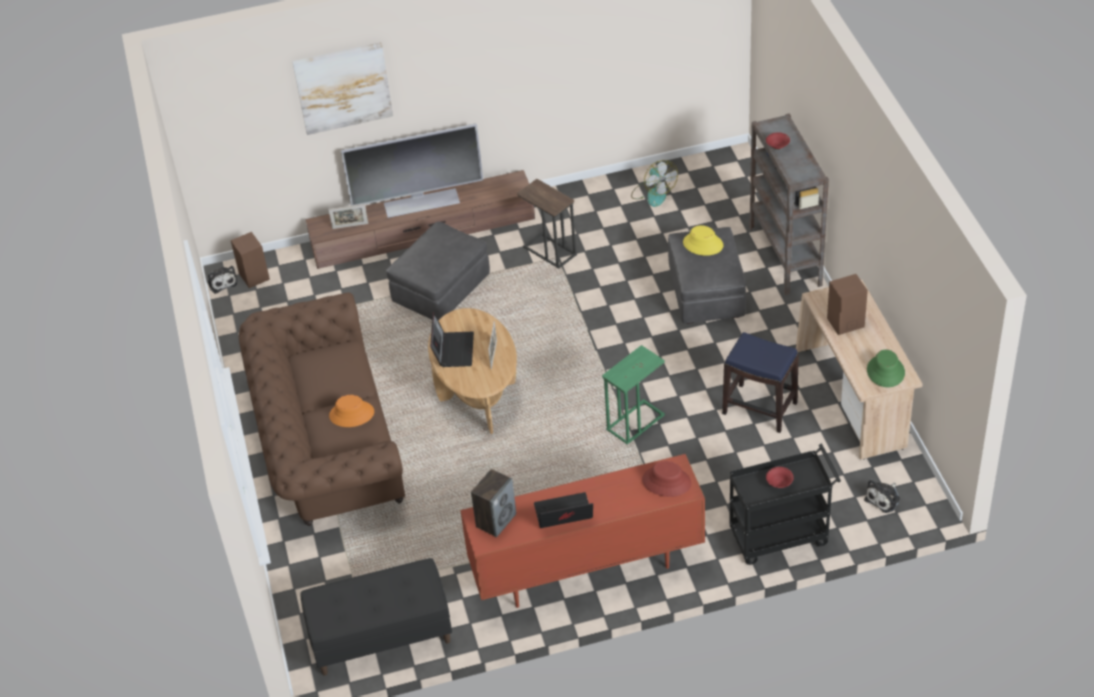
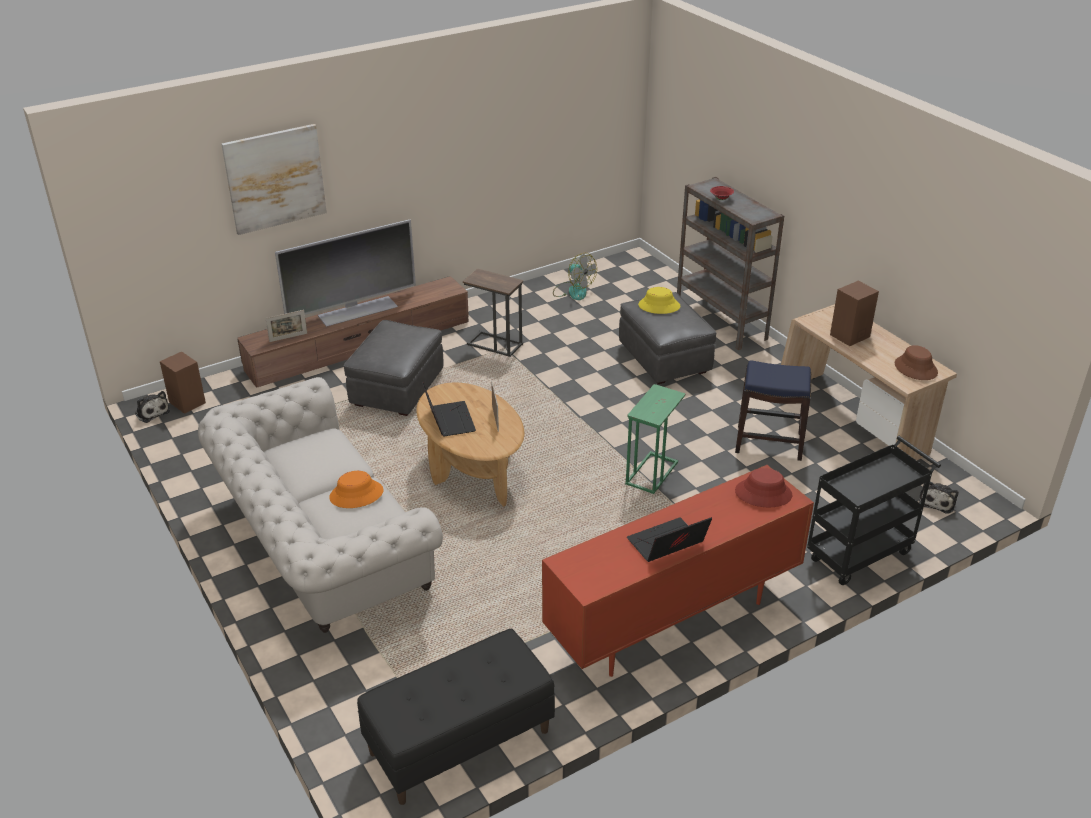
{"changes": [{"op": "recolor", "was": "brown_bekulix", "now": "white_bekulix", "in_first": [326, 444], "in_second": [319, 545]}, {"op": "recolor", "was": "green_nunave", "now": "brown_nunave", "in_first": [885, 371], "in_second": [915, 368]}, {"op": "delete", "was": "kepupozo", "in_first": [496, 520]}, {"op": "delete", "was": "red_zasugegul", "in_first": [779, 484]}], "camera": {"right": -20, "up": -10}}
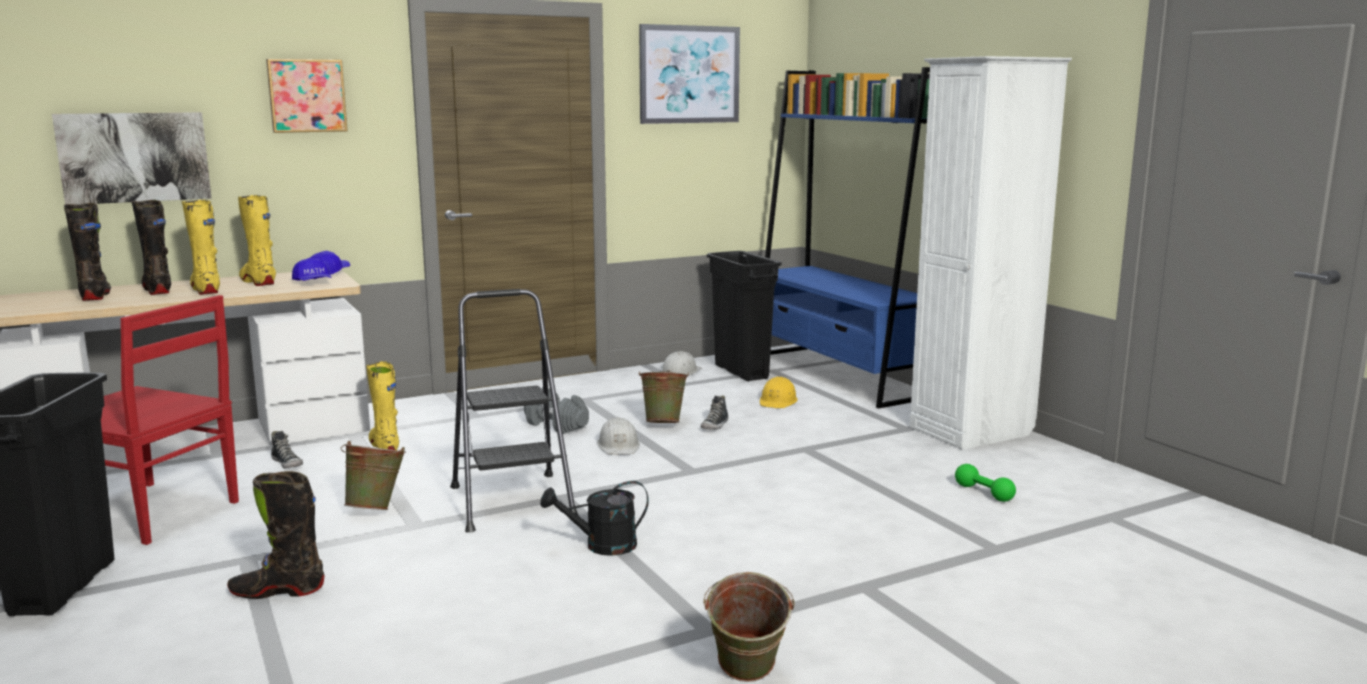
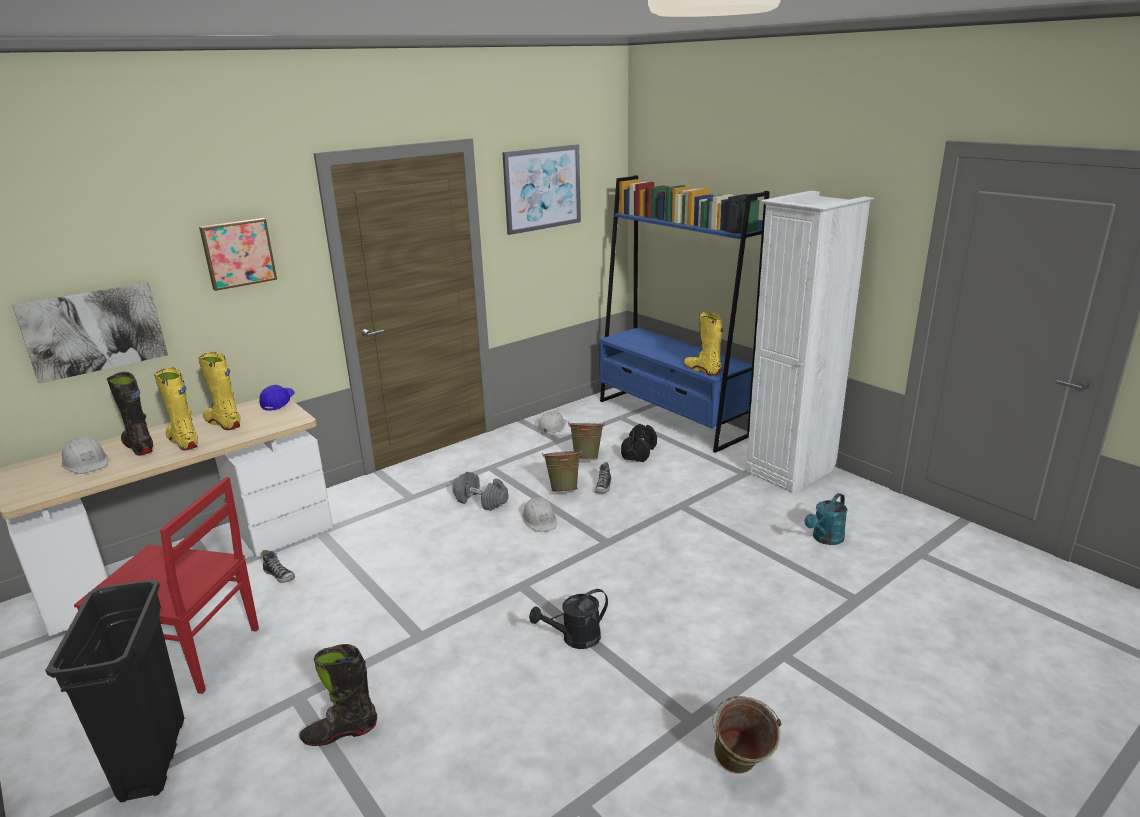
{"changes": [{"op": "replace", "was": "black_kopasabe", "now": "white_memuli", "in_first": [95, 296], "in_second": [86, 462]}, {"op": "move", "was": "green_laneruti", "in_first": [376, 508], "in_second": [587, 457]}, {"op": "replace", "was": "yellow_memuli", "now": "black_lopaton", "in_first": [778, 401], "in_second": [639, 453]}, {"op": "move", "was": "yellow_kopasabe", "in_first": [384, 447], "in_second": [702, 370]}, {"op": "replace", "was": "green_lopaton", "now": "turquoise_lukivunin", "in_first": [983, 493], "in_second": [825, 539]}, {"op": "delete", "was": "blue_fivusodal", "in_first": [313, 283]}, {"op": "delete", "was": "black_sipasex", "in_first": [511, 499]}, {"op": "delete", "was": "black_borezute", "in_first": [741, 372]}], "camera": {"right": -10, "up": 10}}
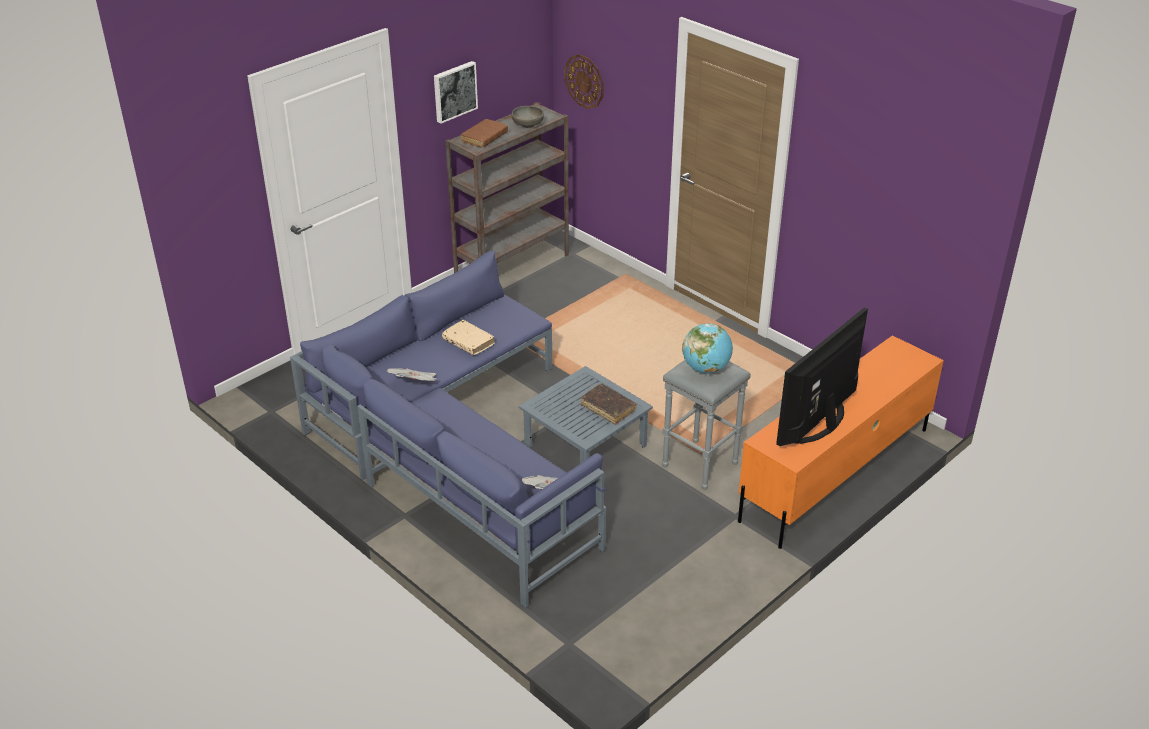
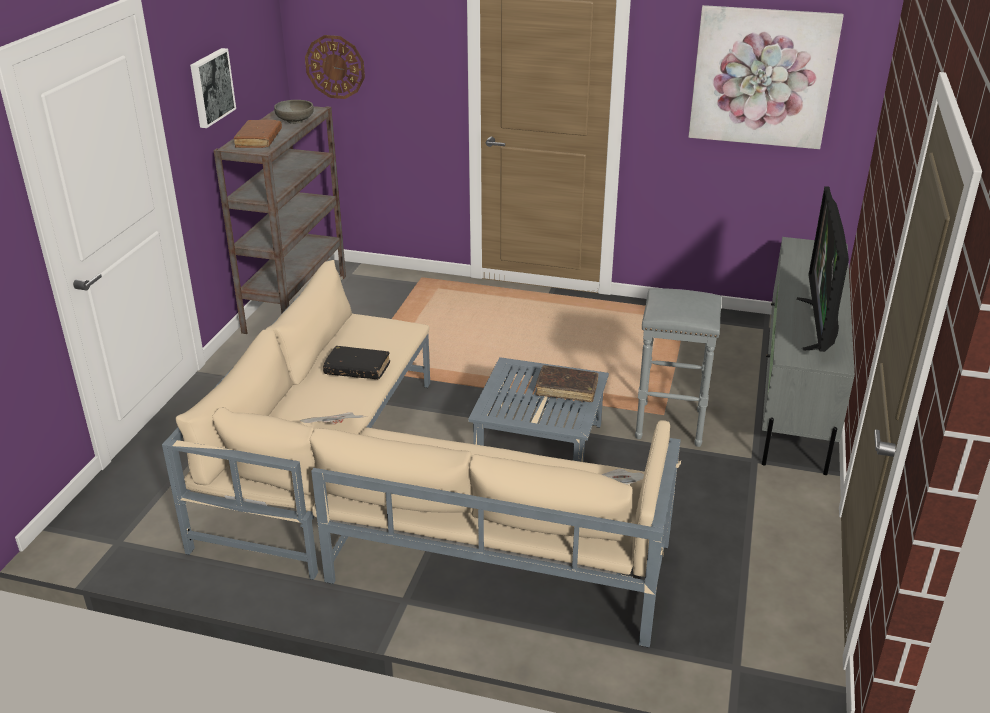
{"changes": [{"op": "recolor", "was": "blue_bekulix", "now": "beige_bekulix", "in_first": [475, 450], "in_second": [422, 494]}, {"op": "recolor", "was": "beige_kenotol", "now": "black_kenotol", "in_first": [468, 342], "in_second": [357, 369]}, {"op": "insert", "now": "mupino", "in_second": [762, 77]}, {"op": "recolor", "was": "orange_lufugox", "now": "grey_lufugox", "in_first": [834, 474], "in_second": [796, 390]}, {"op": "delete", "was": "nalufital", "in_first": [706, 369]}], "camera": {"right": -30, "up": -5}}
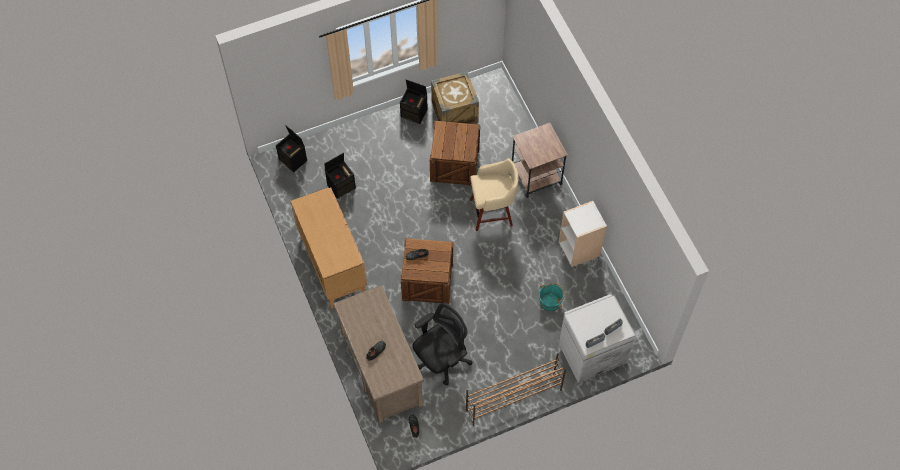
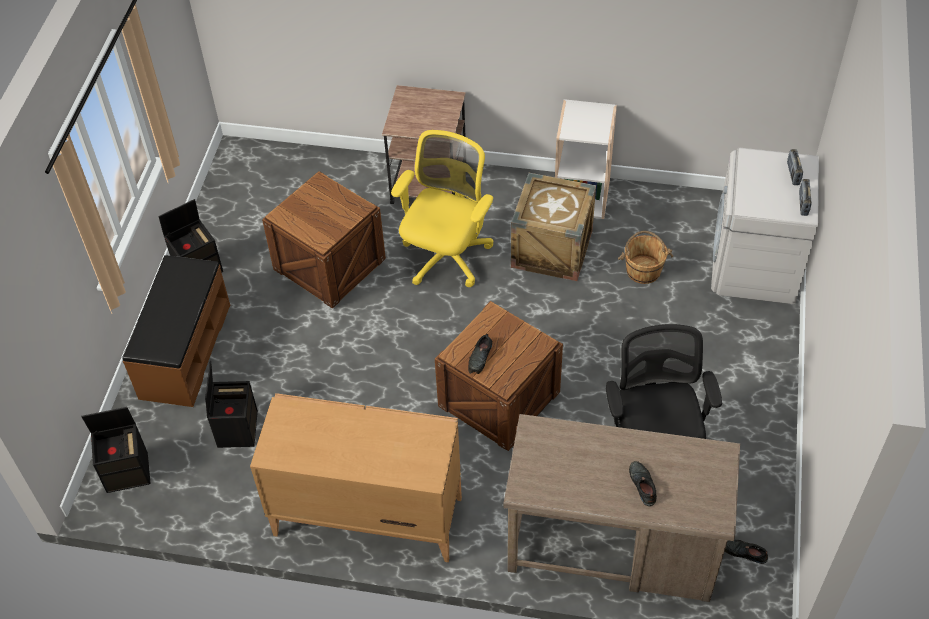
{"changes": [{"op": "insert", "now": "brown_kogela", "in_second": [184, 351]}, {"op": "replace", "was": "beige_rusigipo", "now": "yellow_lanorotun", "in_first": [493, 212], "in_second": [446, 261]}, {"op": "move", "was": "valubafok", "in_first": [454, 112], "in_second": [552, 249]}, {"op": "recolor", "was": "turquoise_laneruti", "now": "brown_laneruti", "in_first": [550, 302], "in_second": [643, 270]}, {"op": "delete", "was": "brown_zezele", "in_first": [513, 399]}], "camera": {"right": -55, "up": -10}}
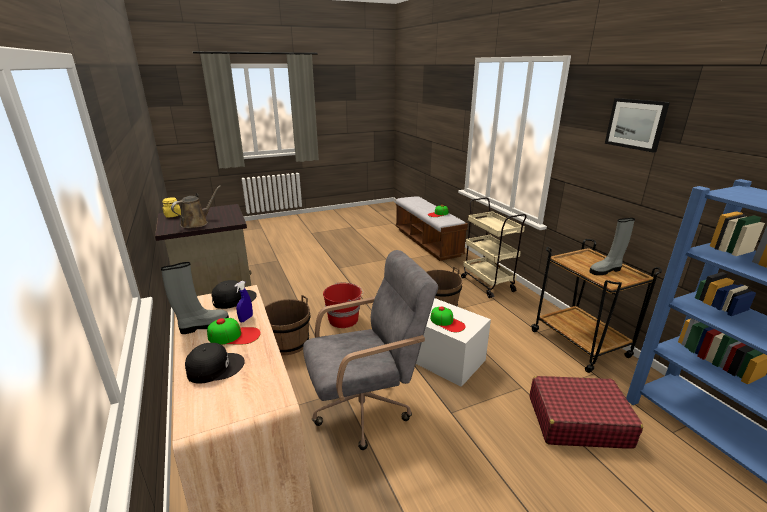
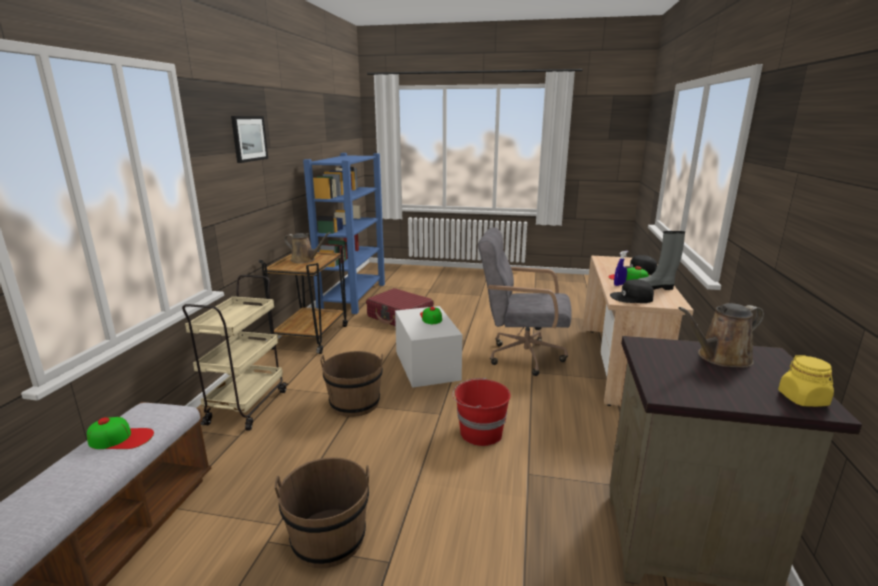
{"changes": [{"op": "move", "was": "brown_laneruti", "in_first": [288, 343], "in_second": [328, 538]}, {"op": "replace", "was": "grey_kopasabe", "now": "brown_lukivunin", "in_first": [606, 270], "in_second": [305, 260]}], "camera": {"right": -145, "up": -5}}
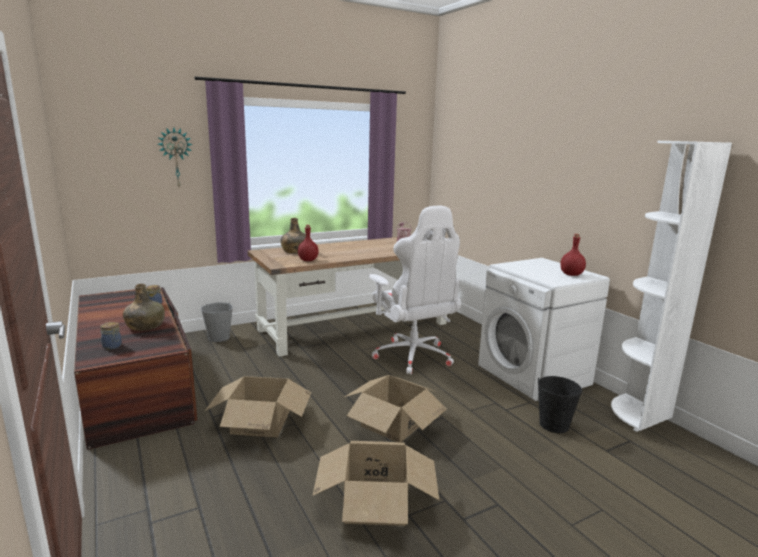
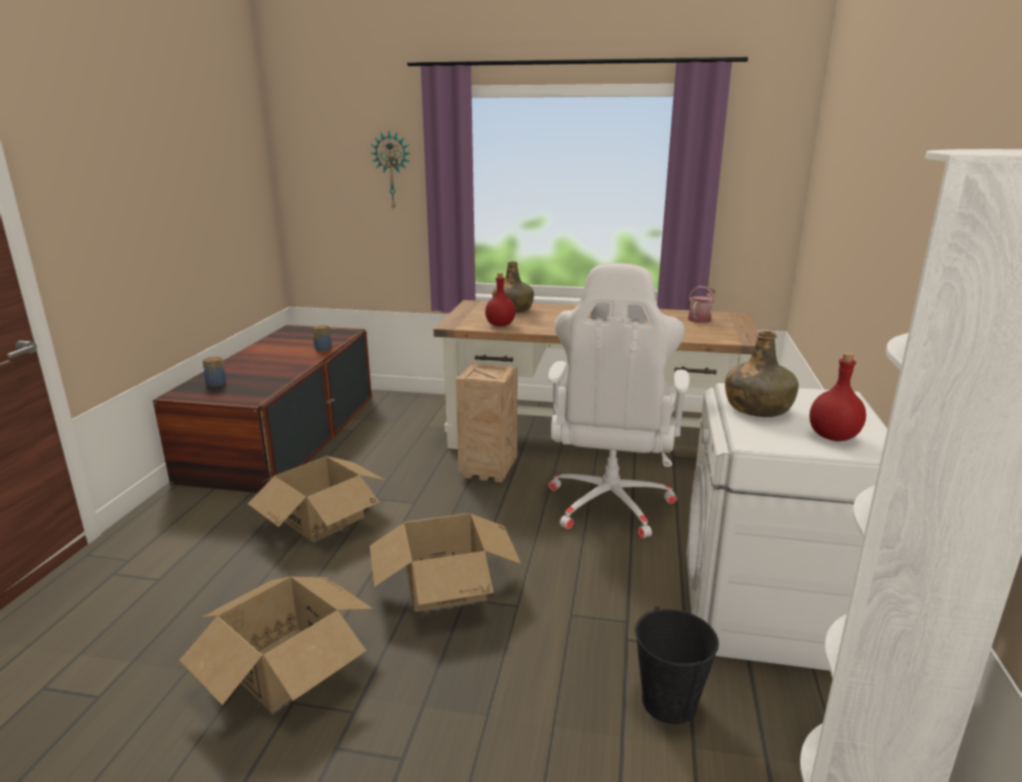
{"changes": [{"op": "insert", "now": "valubafok", "in_second": [489, 470]}, {"op": "move", "was": "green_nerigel", "in_first": [145, 326], "in_second": [757, 409]}, {"op": "delete", "was": "grey_laneruti", "in_first": [219, 337]}], "camera": {"right": 40, "up": 5}}
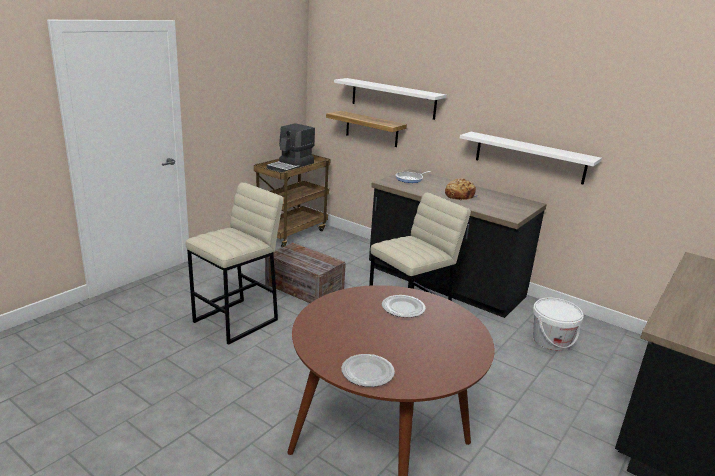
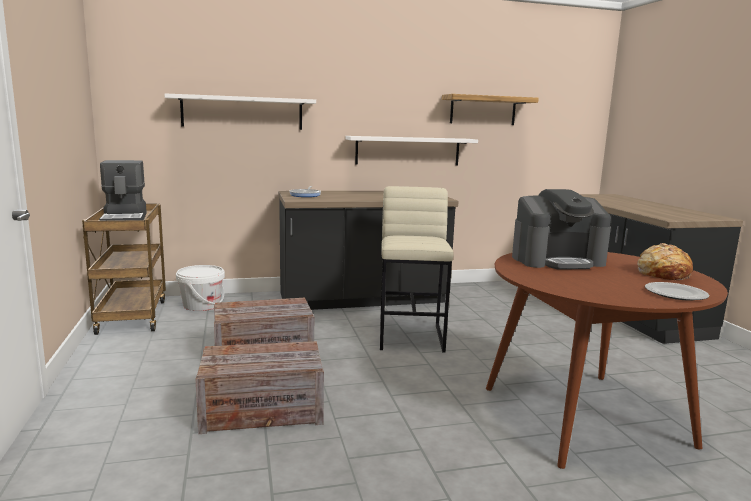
{"changes": [{"op": "move", "was": "white_laneruti", "in_first": [551, 340], "in_second": [202, 305]}, {"op": "replace", "was": "beige_rusigipo", "now": "valubafok", "in_first": [237, 320], "in_second": [263, 410]}, {"op": "move", "was": "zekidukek", "in_first": [371, 129], "in_second": [483, 110]}, {"op": "replace", "was": "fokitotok", "now": "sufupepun", "in_first": [404, 308], "in_second": [557, 260]}, {"op": "move", "was": "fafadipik", "in_first": [459, 195], "in_second": [663, 273]}], "camera": {"right": -50, "up": -10}}
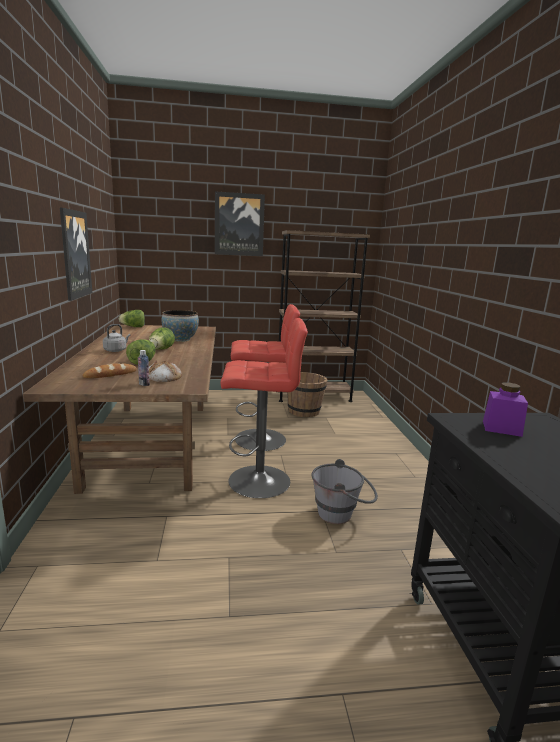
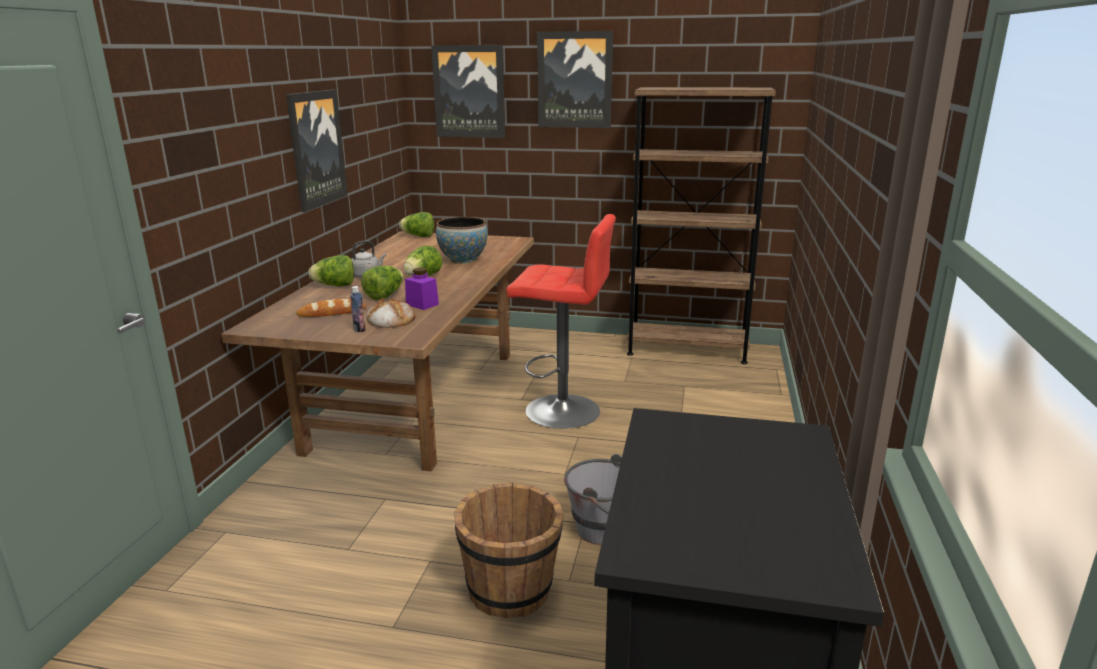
{"changes": [{"op": "insert", "now": "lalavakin", "in_second": [335, 286]}, {"op": "move", "was": "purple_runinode", "in_first": [501, 428], "in_second": [422, 304]}, {"op": "insert", "now": "mupino", "in_second": [469, 92]}, {"op": "move", "was": "brown_laneruti", "in_first": [304, 411], "in_second": [511, 590]}, {"op": "delete", "was": "red_rusigipo", "in_first": [260, 481]}], "camera": {"right": 20, "up": 5}}
